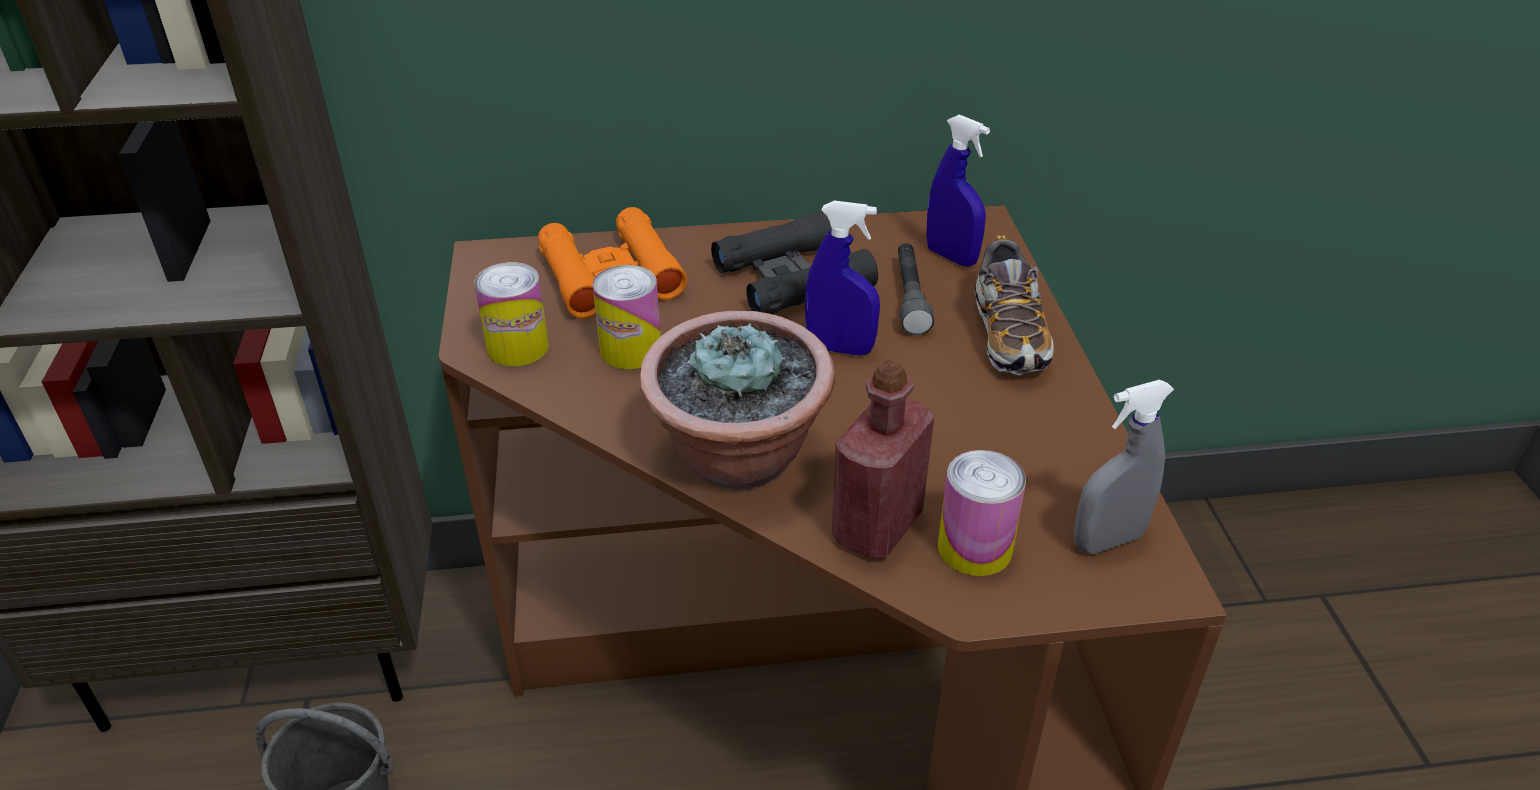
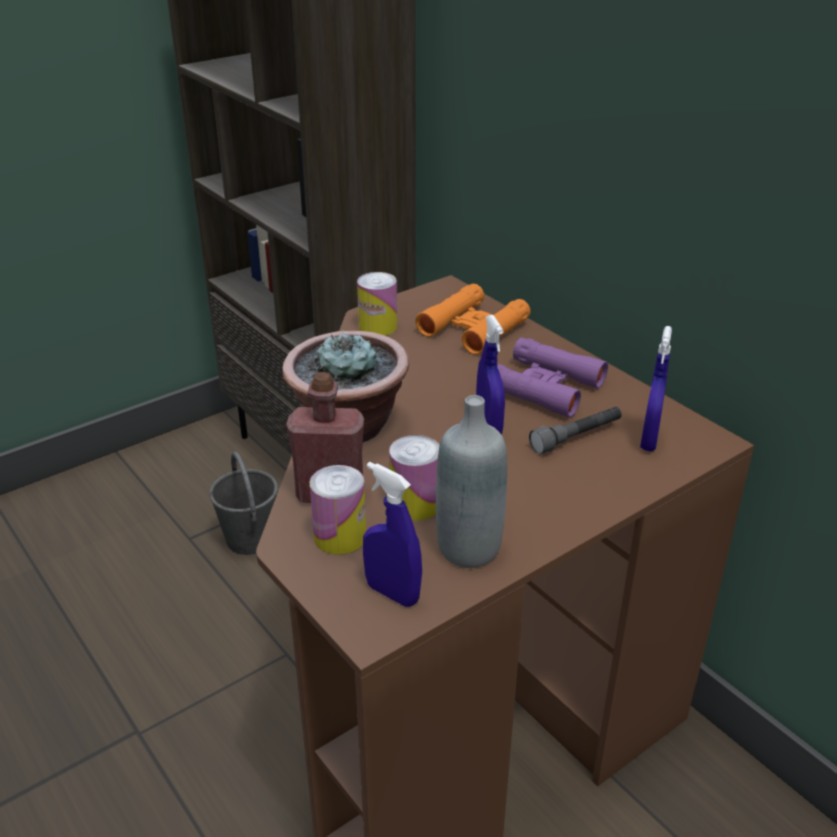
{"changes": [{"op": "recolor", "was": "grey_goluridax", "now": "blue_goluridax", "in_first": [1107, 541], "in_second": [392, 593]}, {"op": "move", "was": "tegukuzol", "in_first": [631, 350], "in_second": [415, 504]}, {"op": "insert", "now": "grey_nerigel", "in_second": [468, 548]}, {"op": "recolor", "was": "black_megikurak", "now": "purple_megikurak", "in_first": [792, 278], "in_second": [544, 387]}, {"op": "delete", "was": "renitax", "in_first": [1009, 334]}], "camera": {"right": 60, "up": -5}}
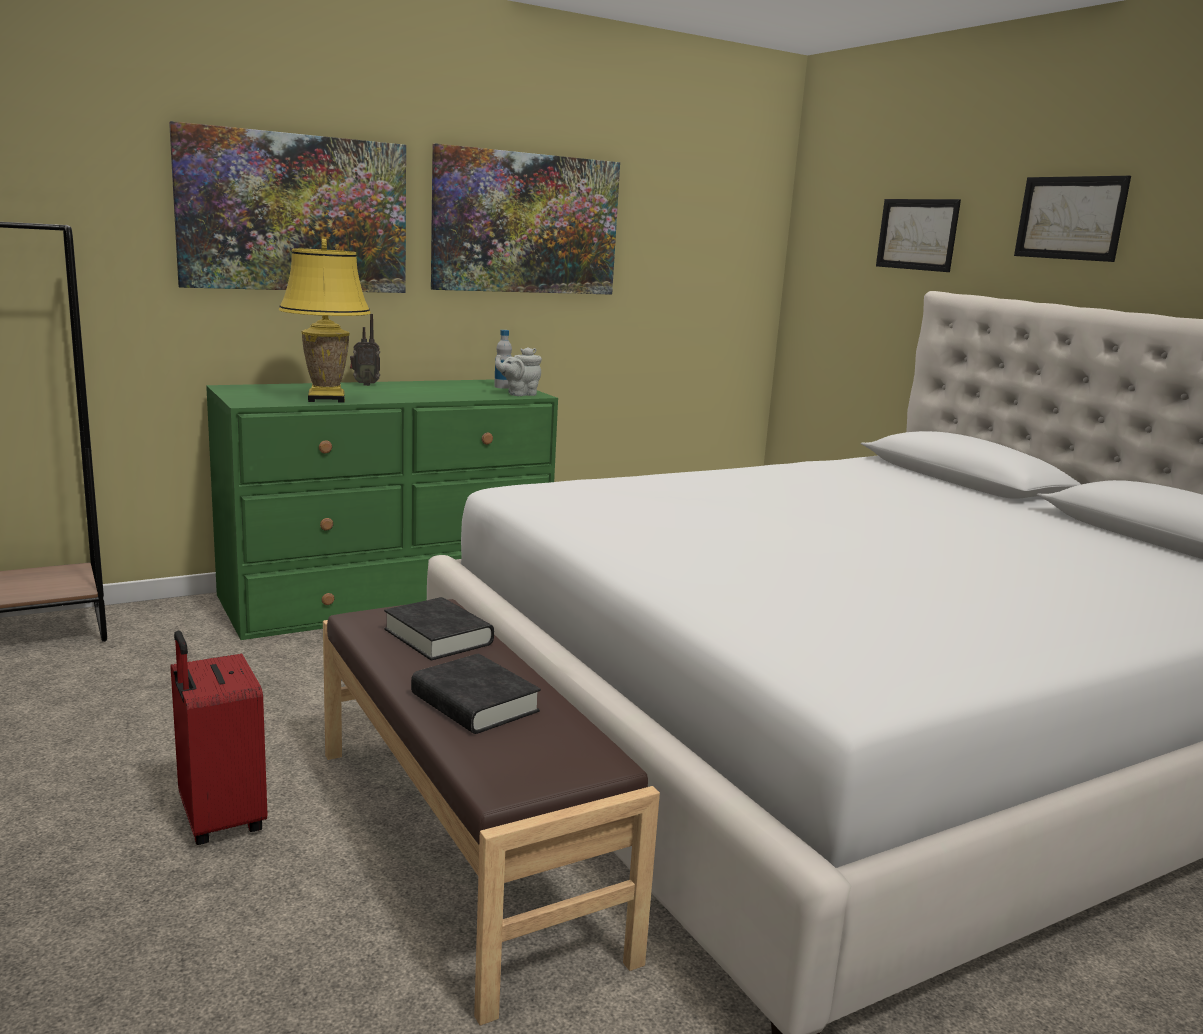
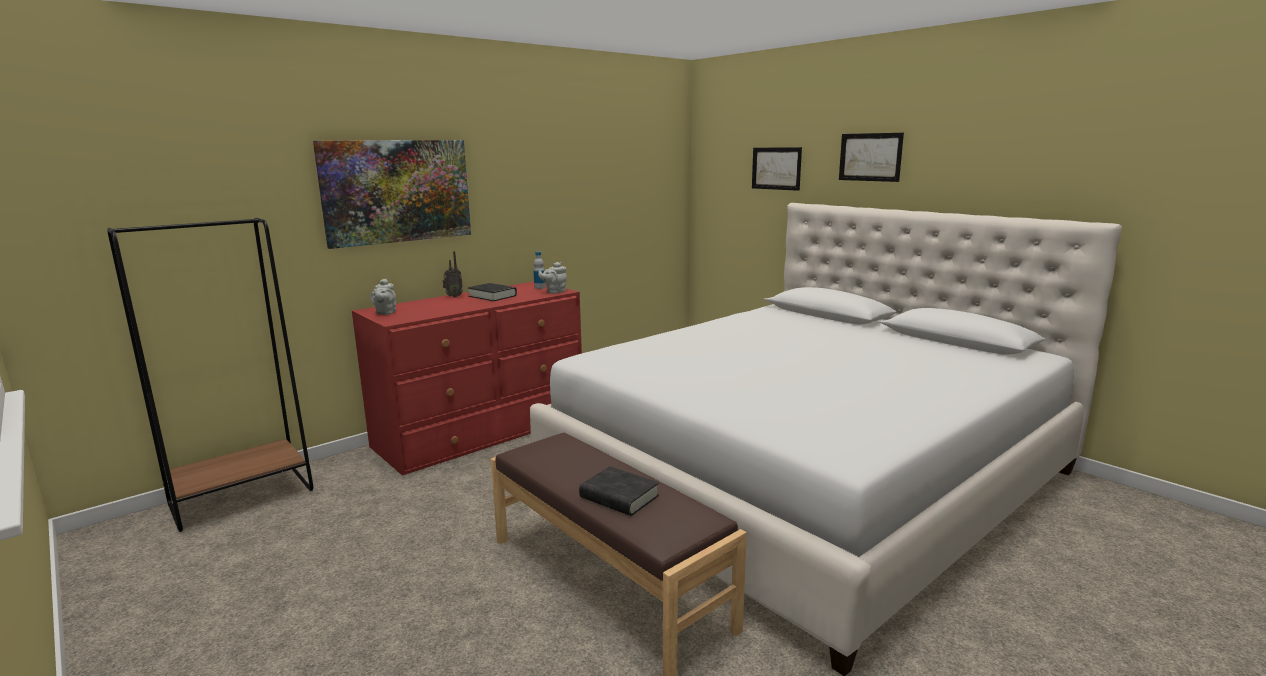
{"changes": [{"op": "recolor", "was": "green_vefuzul", "now": "red_vefuzul", "in_first": [388, 596], "in_second": [483, 430]}, {"op": "insert", "now": "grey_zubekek", "in_second": [385, 312]}, {"op": "move", "was": "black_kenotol", "in_first": [438, 637], "in_second": [492, 296]}, {"op": "delete", "was": "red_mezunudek", "in_first": [219, 820]}, {"op": "delete", "was": "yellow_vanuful", "in_first": [326, 399]}, {"op": "delete", "was": "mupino", "in_first": [526, 223]}], "camera": {"right": -10, "up": 0}}
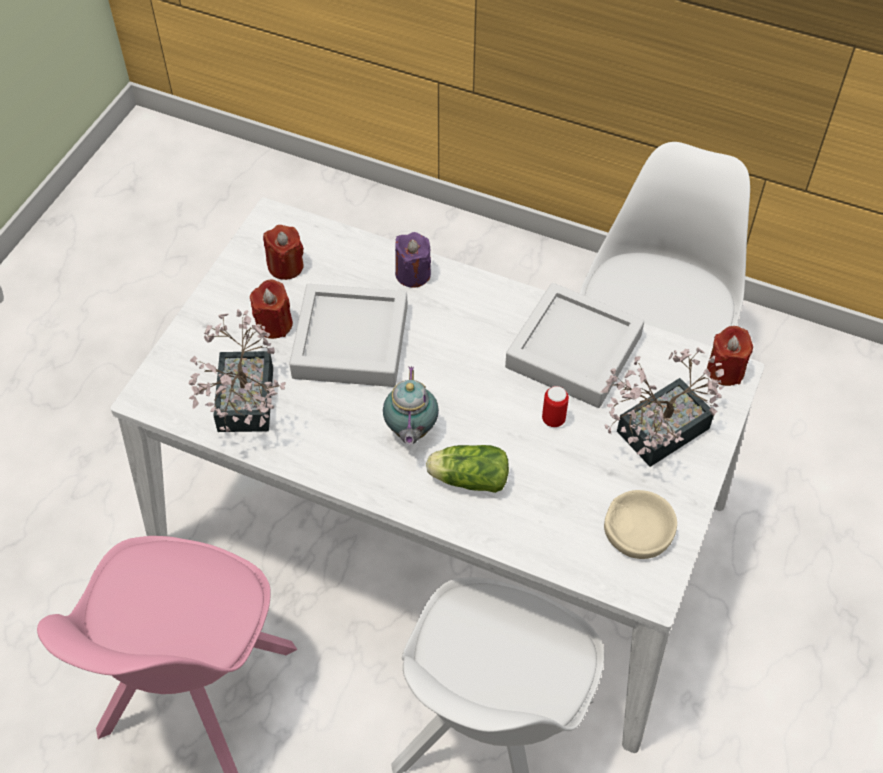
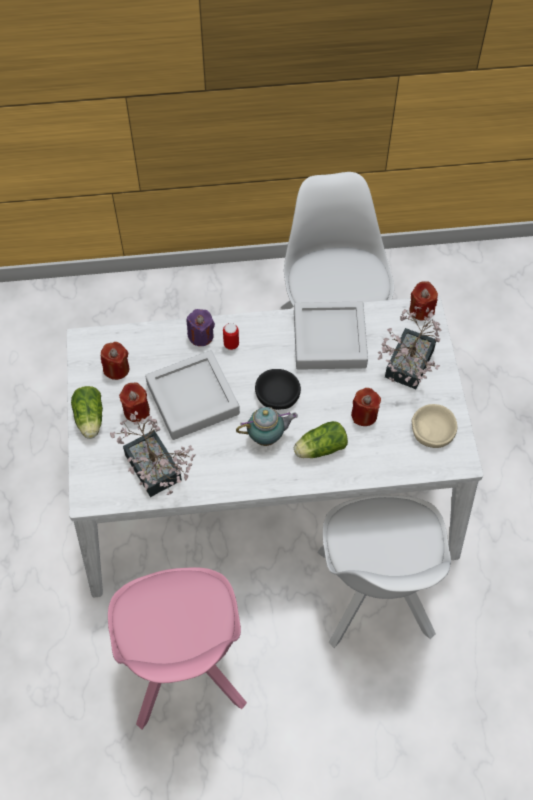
{"changes": [{"op": "insert", "now": "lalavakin", "in_second": [90, 420]}, {"op": "move", "was": "tegukuzol", "in_first": [553, 419], "in_second": [231, 344]}, {"op": "rotate", "was": "zubekek", "in_first": [410, 432], "in_second": [267, 437], "clockwise": -75}, {"op": "insert", "now": "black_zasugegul", "in_second": [277, 393]}, {"op": "insert", "now": "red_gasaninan", "in_second": [364, 415]}], "camera": {"right": -30, "up": 5}}
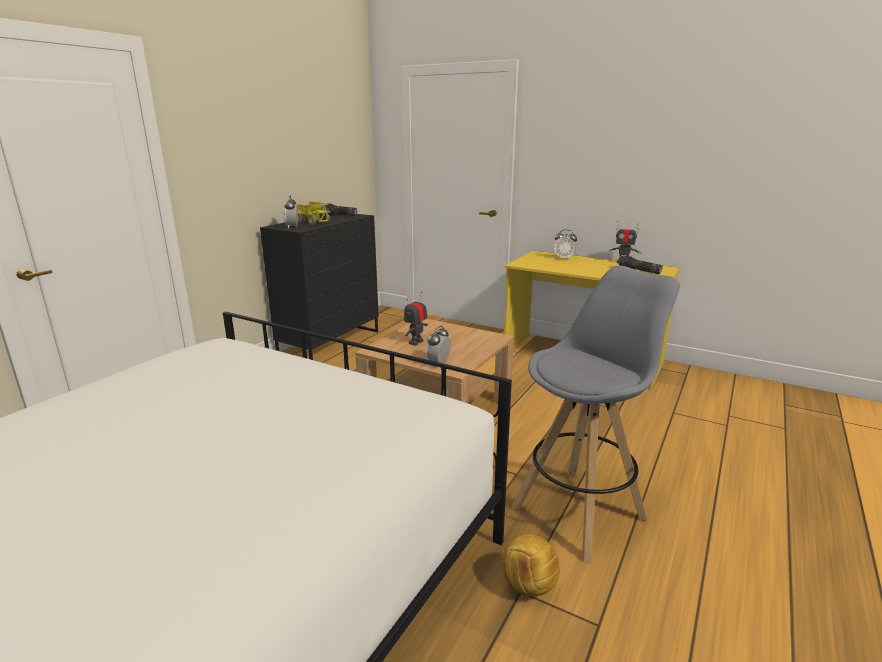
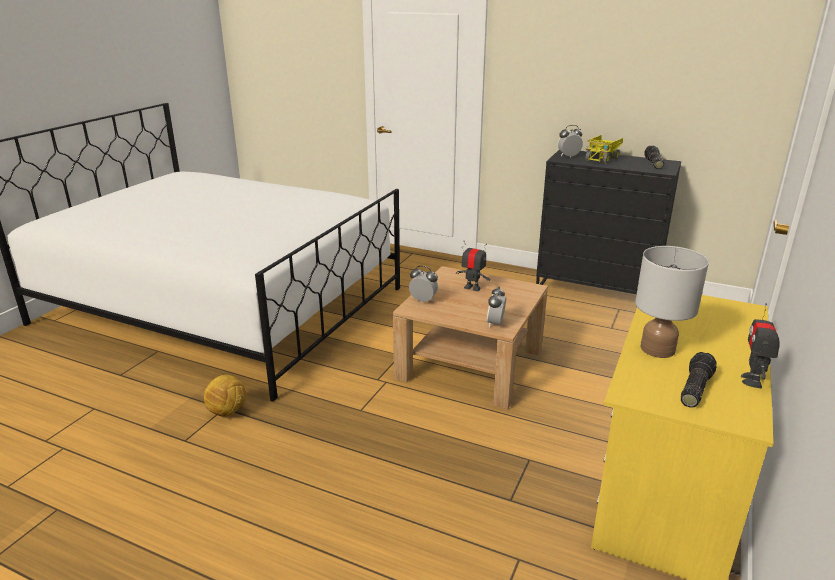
{"changes": [{"op": "move", "was": "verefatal", "in_first": [564, 258], "in_second": [495, 323]}, {"op": "insert", "now": "grey_vanuful", "in_second": [658, 349]}, {"op": "delete", "was": "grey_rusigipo", "in_first": [581, 512]}], "camera": {"right": 85, "up": 5}}
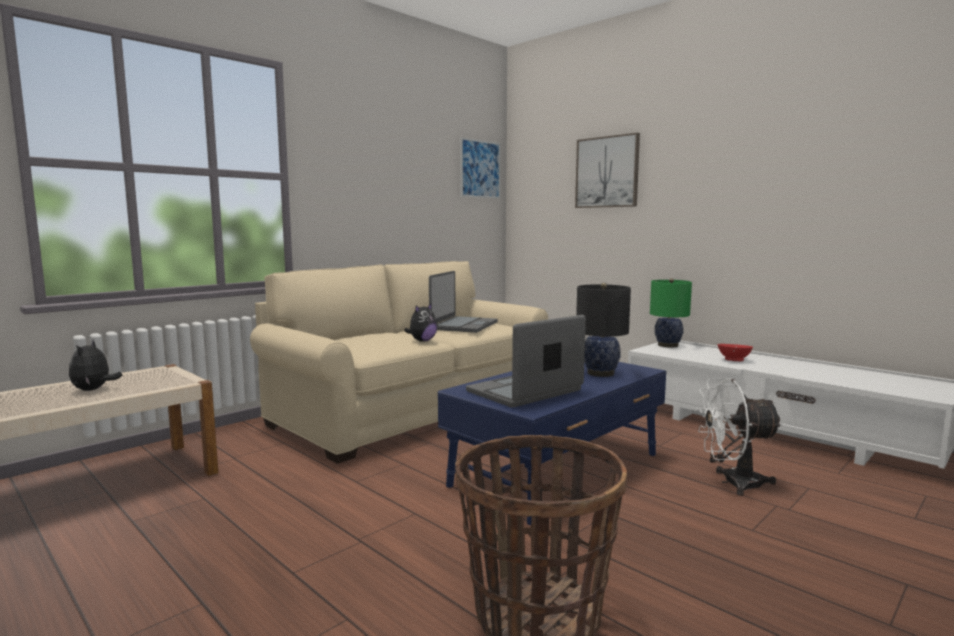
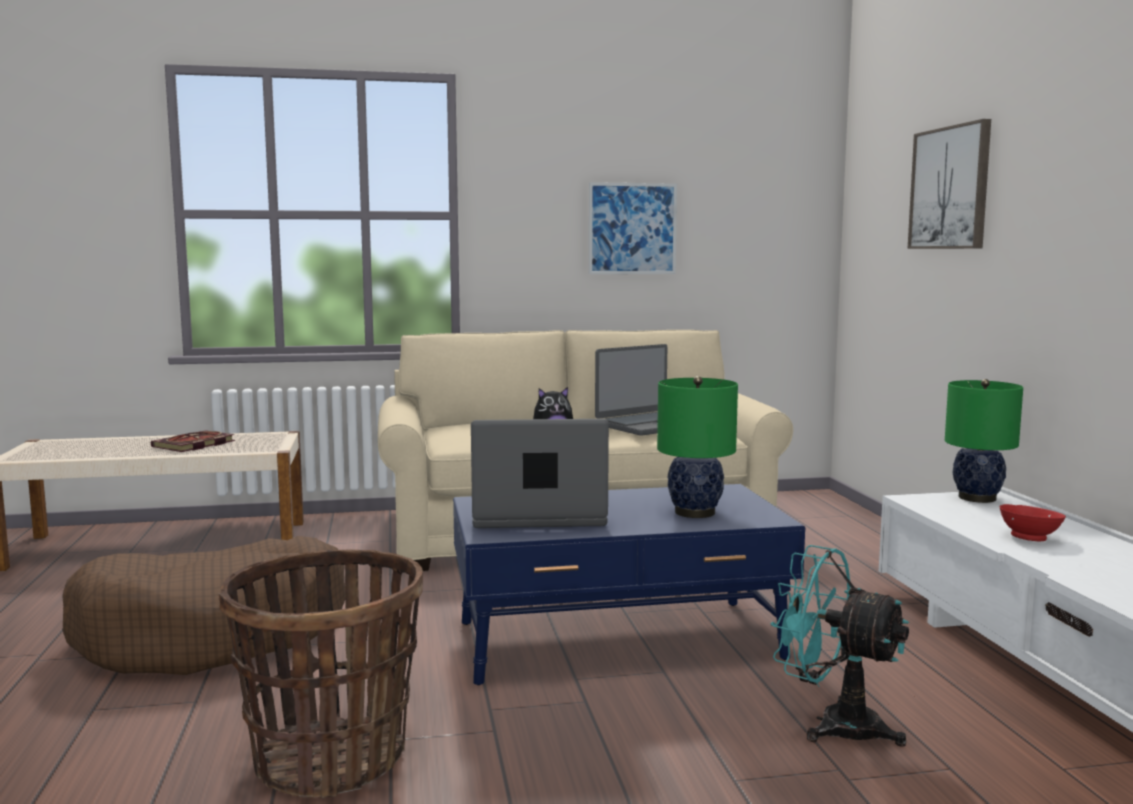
{"changes": [{"op": "insert", "now": "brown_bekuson", "in_second": [214, 634]}, {"op": "replace", "was": "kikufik", "now": "kenotol", "in_first": [94, 390], "in_second": [193, 445]}, {"op": "move", "was": "mupino", "in_first": [480, 169], "in_second": [632, 228]}, {"op": "recolor", "was": "black_vanuful", "now": "green_vanuful", "in_first": [600, 373], "in_second": [694, 512]}, {"op": "recolor", "was": "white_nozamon", "now": "turquoise_nozamon", "in_first": [733, 483], "in_second": [834, 724]}], "camera": {"right": 35, "up": 0}}
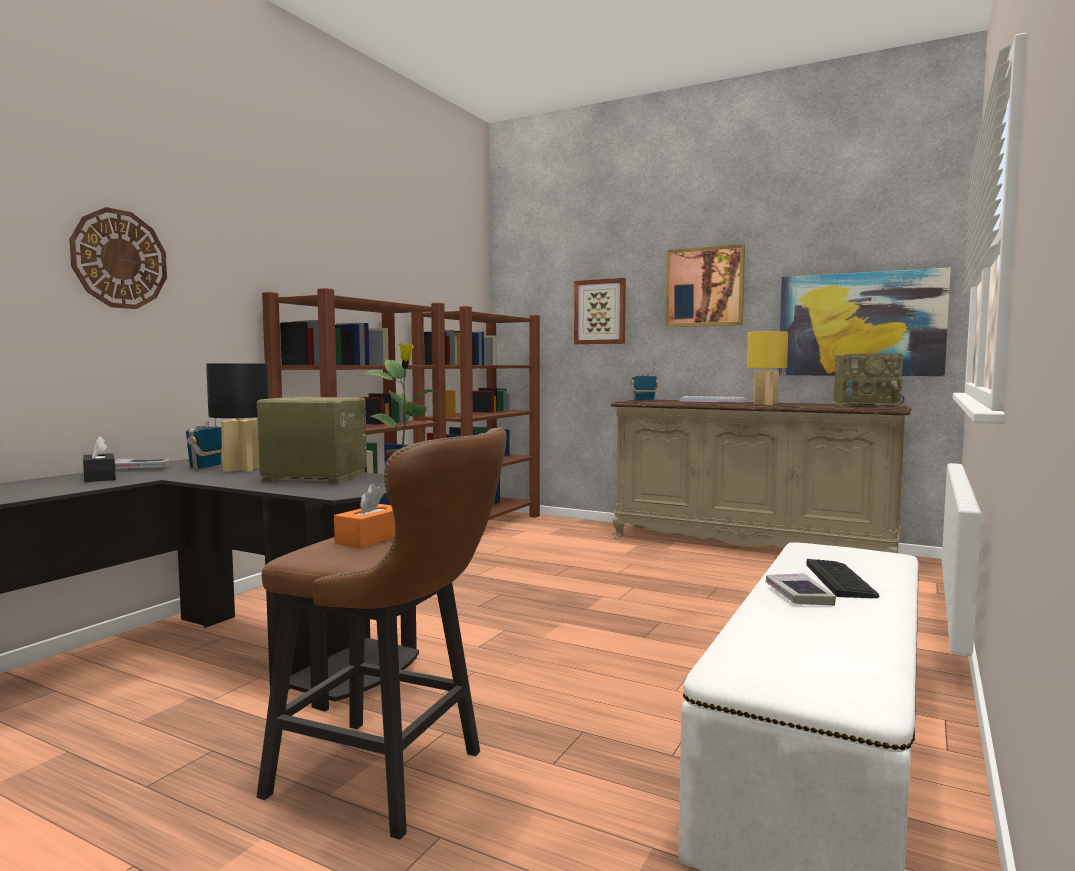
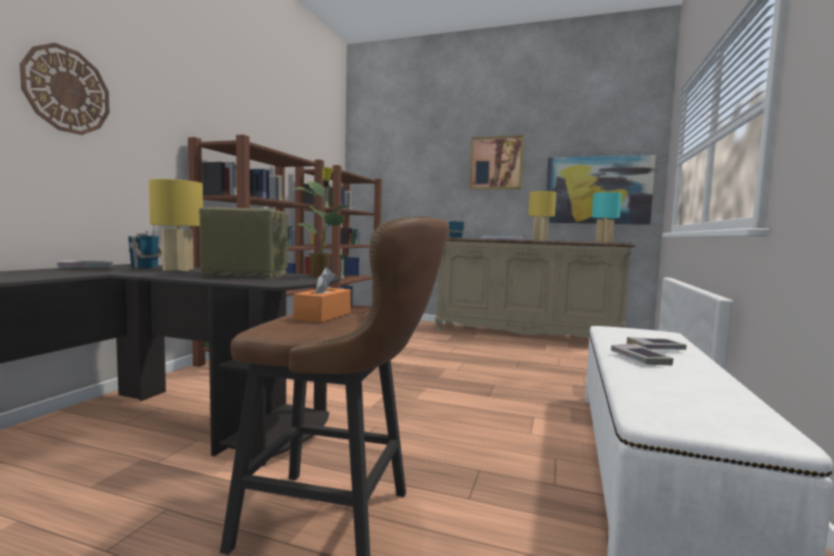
{"changes": [{"op": "recolor", "was": "black_vanuful", "now": "yellow_vanuful", "in_first": [241, 469], "in_second": [177, 269]}, {"op": "replace", "was": "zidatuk", "now": "turquoise_vanuful", "in_first": [866, 406], "in_second": [604, 242]}, {"op": "replace", "was": "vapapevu", "now": "kenotol", "in_first": [840, 580], "in_second": [655, 348]}, {"op": "delete", "was": "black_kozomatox", "in_first": [100, 477]}, {"op": "delete", "was": "mupino", "in_first": [600, 312]}], "camera": {"right": -10, "up": 0}}
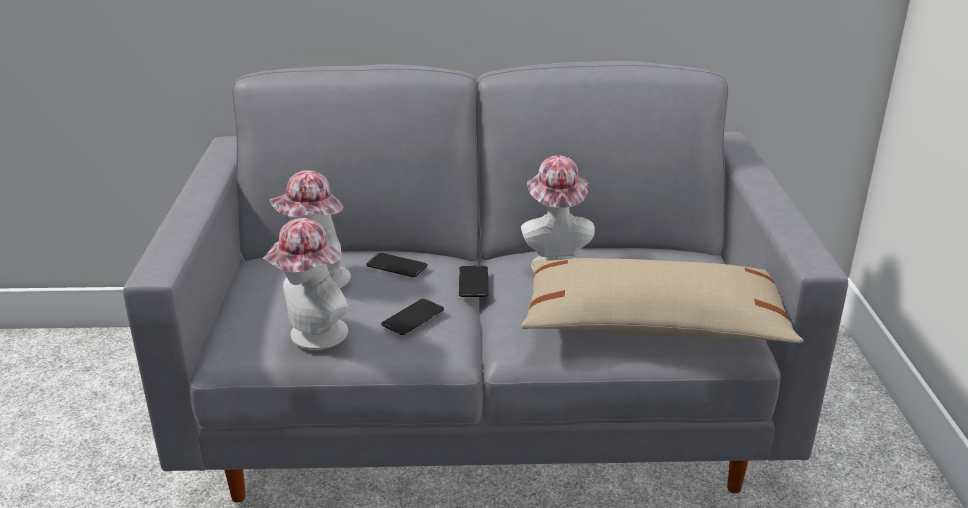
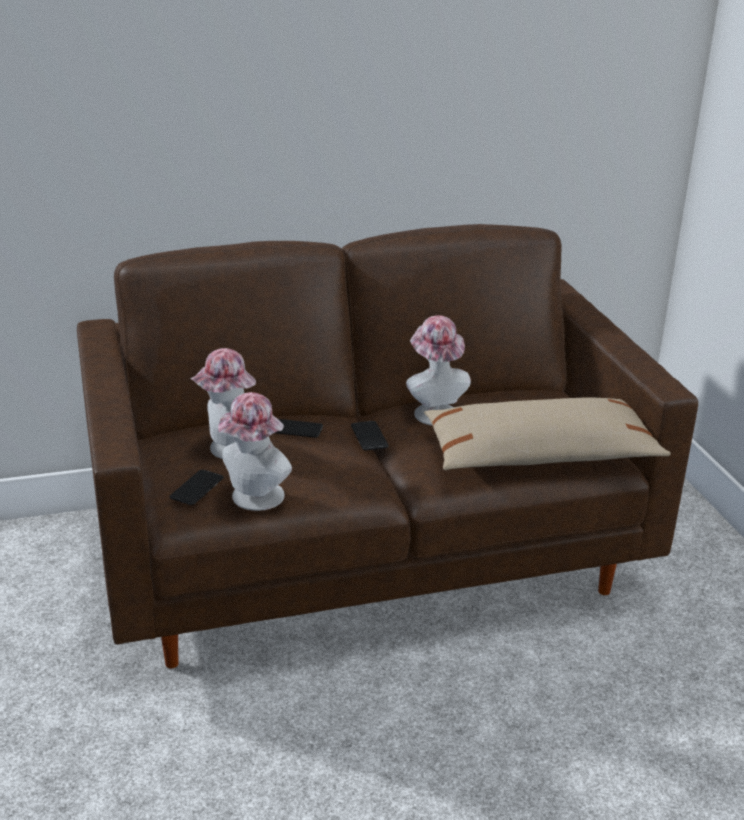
{"changes": [{"op": "recolor", "was": "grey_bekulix", "now": "brown_bekulix", "in_first": [484, 413], "in_second": [367, 558]}, {"op": "move", "was": "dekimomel", "in_first": [413, 318], "in_second": [197, 488]}], "camera": {"right": -15, "up": 0}}
